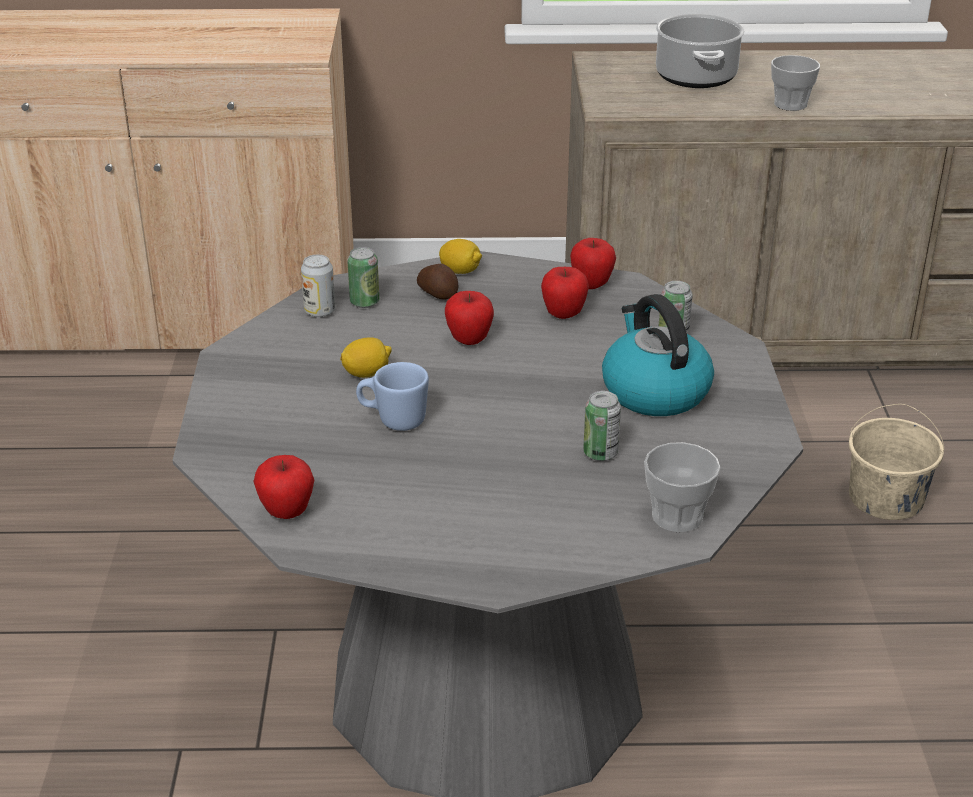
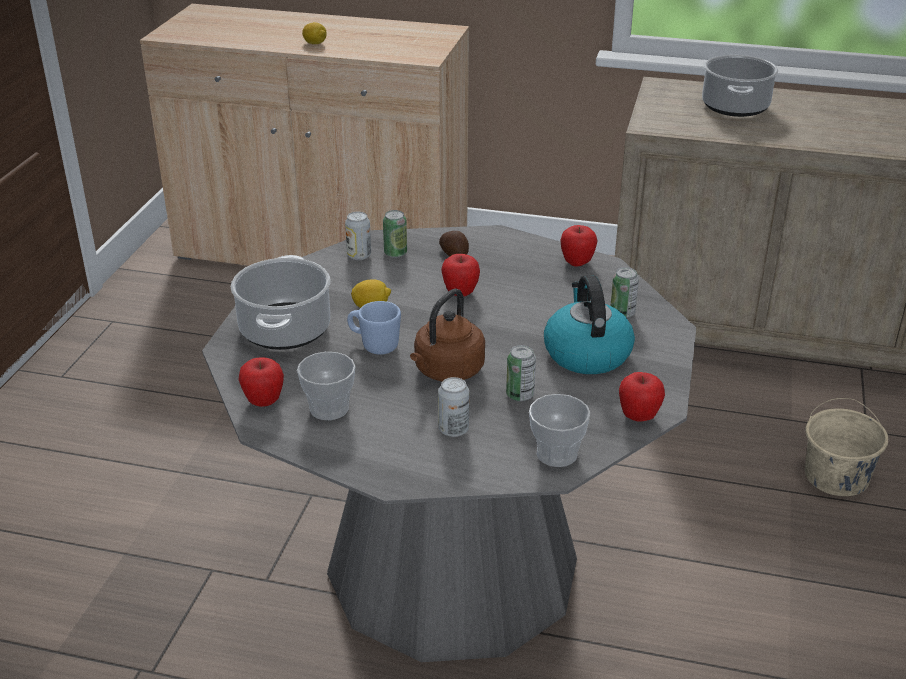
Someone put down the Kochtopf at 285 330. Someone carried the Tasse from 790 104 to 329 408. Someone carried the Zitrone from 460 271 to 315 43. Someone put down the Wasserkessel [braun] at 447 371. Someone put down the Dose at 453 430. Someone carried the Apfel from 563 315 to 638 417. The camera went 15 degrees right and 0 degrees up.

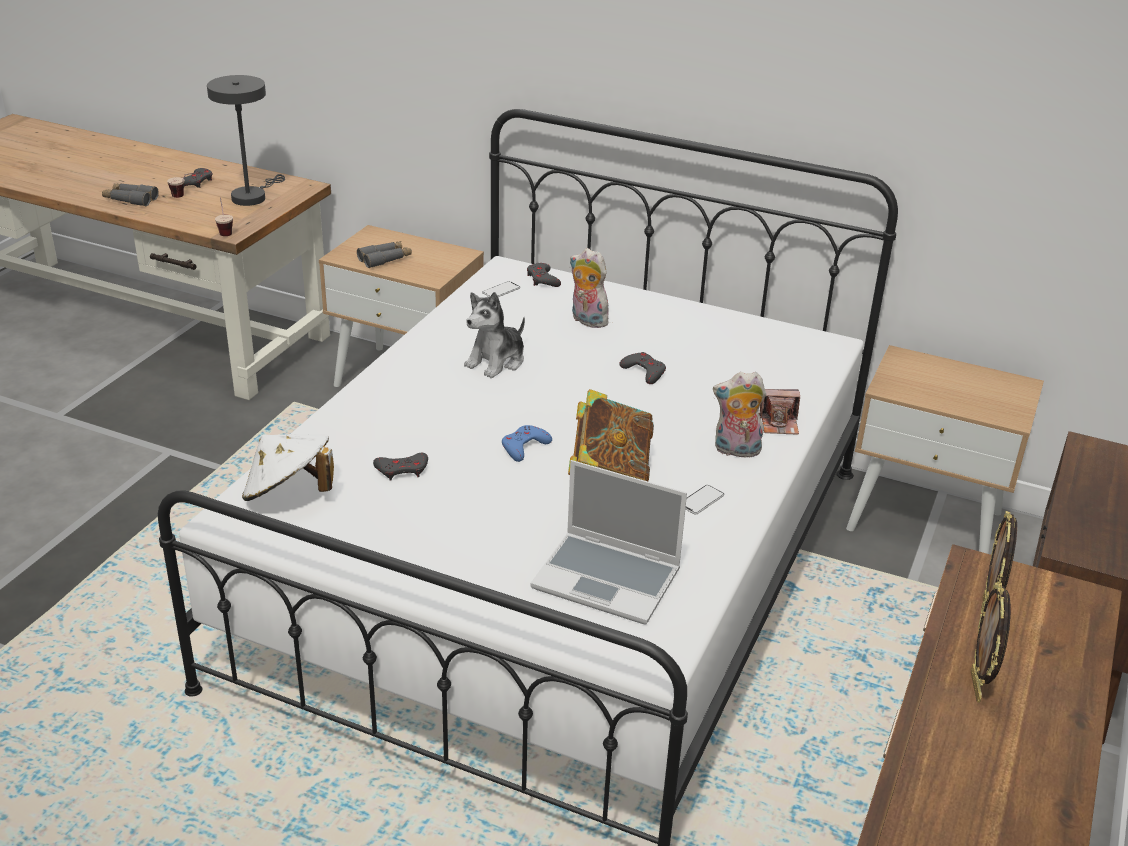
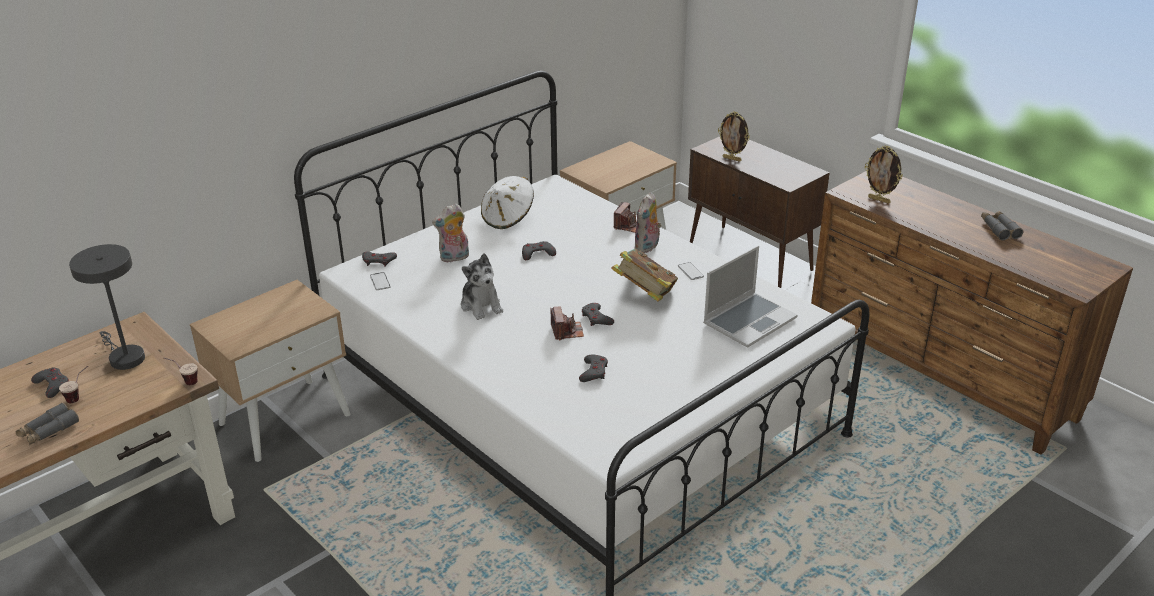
Someone carried the Hut [weiß] from 289 494 to 508 218. Someone put down the Kamera at 567 331. Someone repainted the Gamepad [blau] at 524 447, which became the Gamepad [grau] at 596 318. Someone carried the Bilderrahmen from 977 687 to 732 159. Someone carried the Fernglas [grau] from 385 259 to 999 229. The camera went 65 degrees left and 0 degrees up.

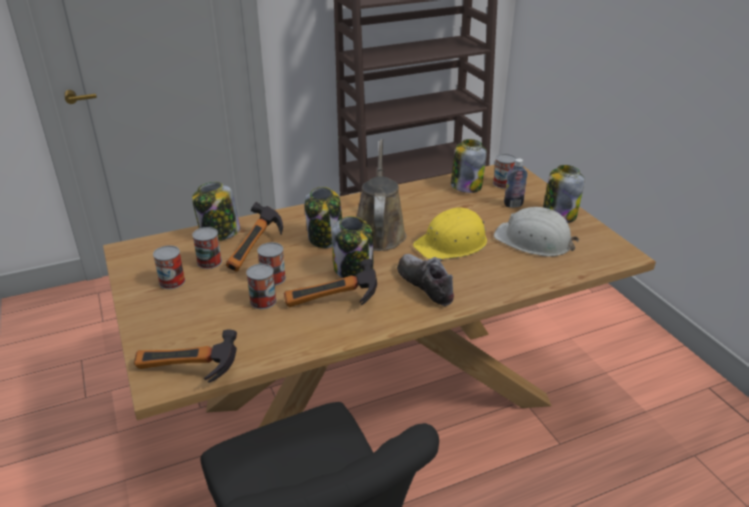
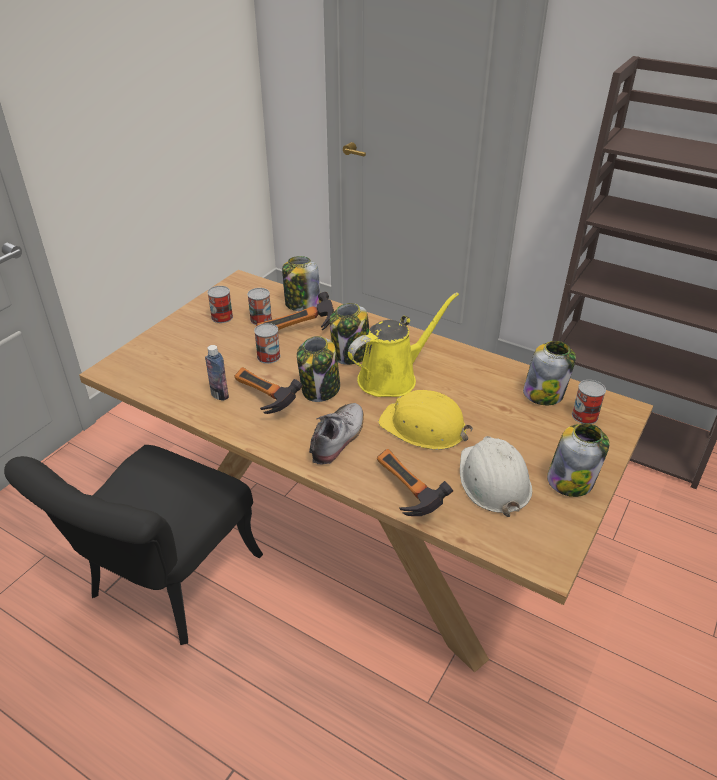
Someone carried the Flasche from 513 204 to 219 395. Someone repainted the Gießkanne [braun] at 379 232, which became the Gießkanne [gelb] at 392 377. Someone carried the Hammer from 185 374 to 402 494. Someone took away the Dose at 263 301. The camera went 55 degrees right and 5 degrees up.

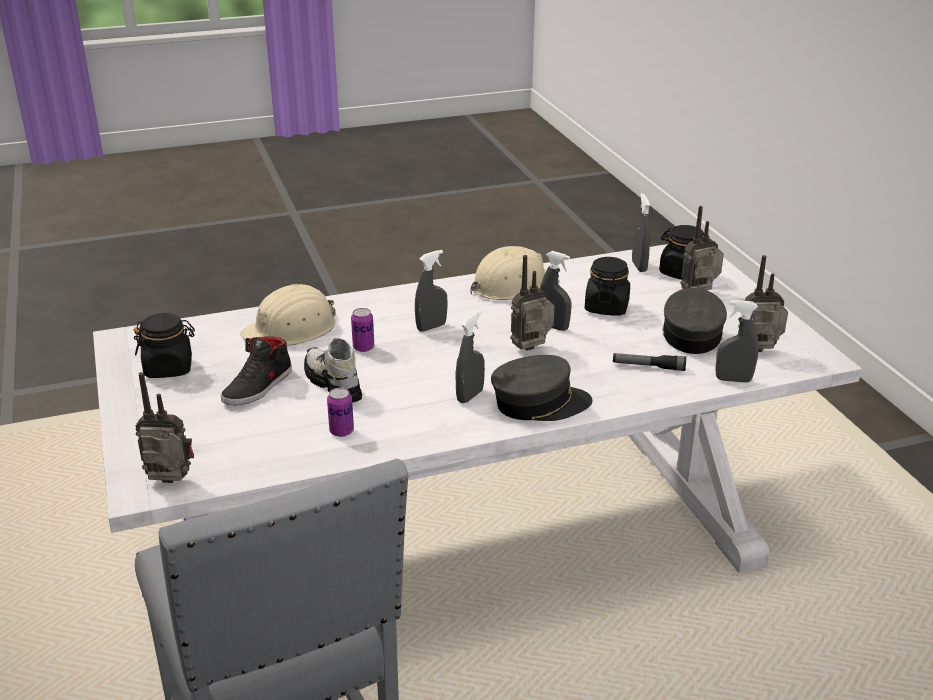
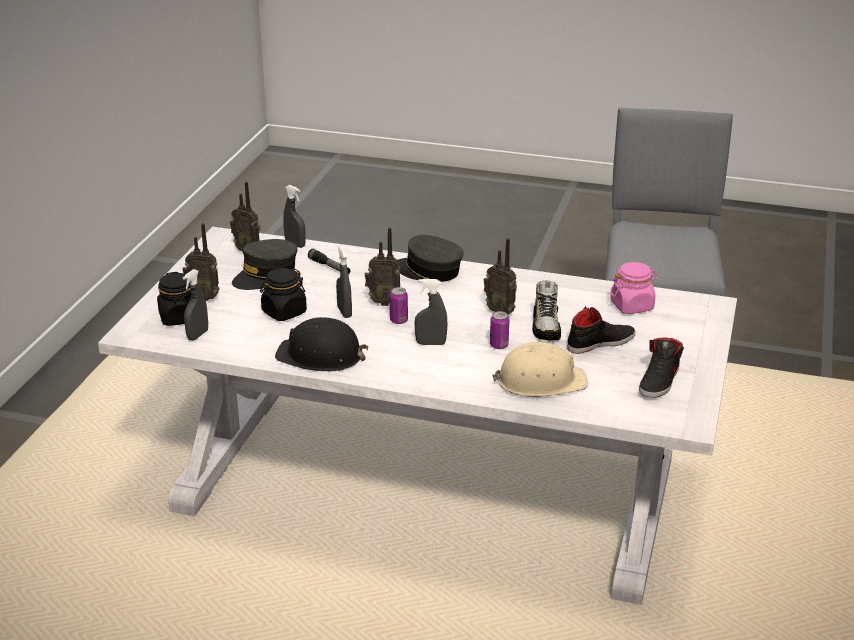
Someone repainted the Schutzhelm [beige] at 513 285, which became the Schutzhelm [schwarz] at 321 355. Someone carried the Dose from 341 431 to 398 320. Someone carried the Radio from 170 484 to 500 312. Someone put down the Vorratsglas [rosa] at 632 306. Someone swapped the Vorratsglas [schwarz] at 169 368 for the Schuh [schwarz] at 660 381. Someone took away the Sprühflasche [grau] at 470 396. The camera went 145 degrees left and 0 degrees up.

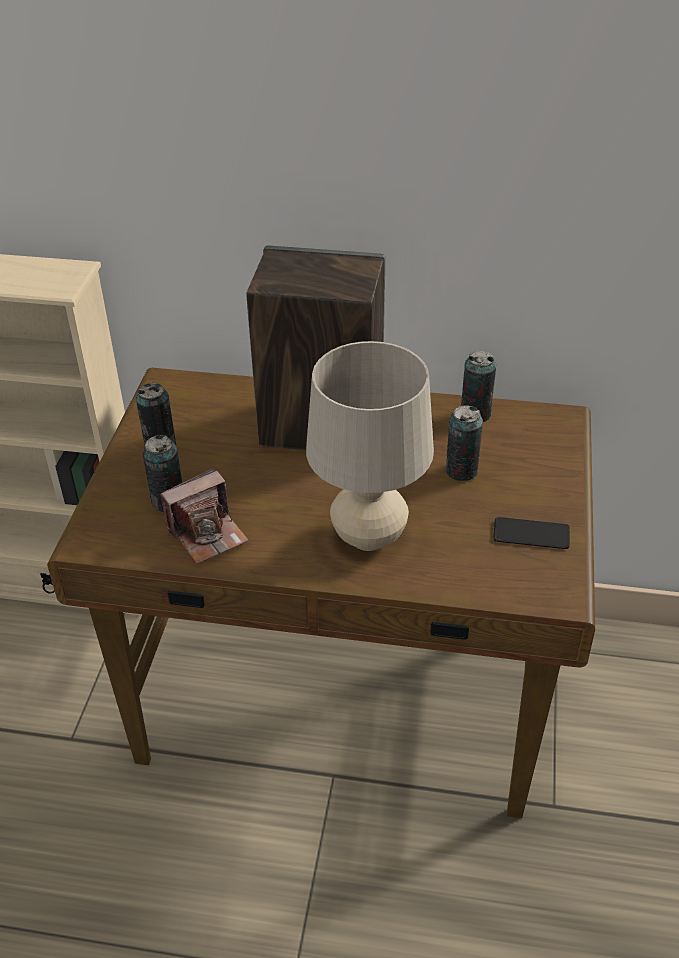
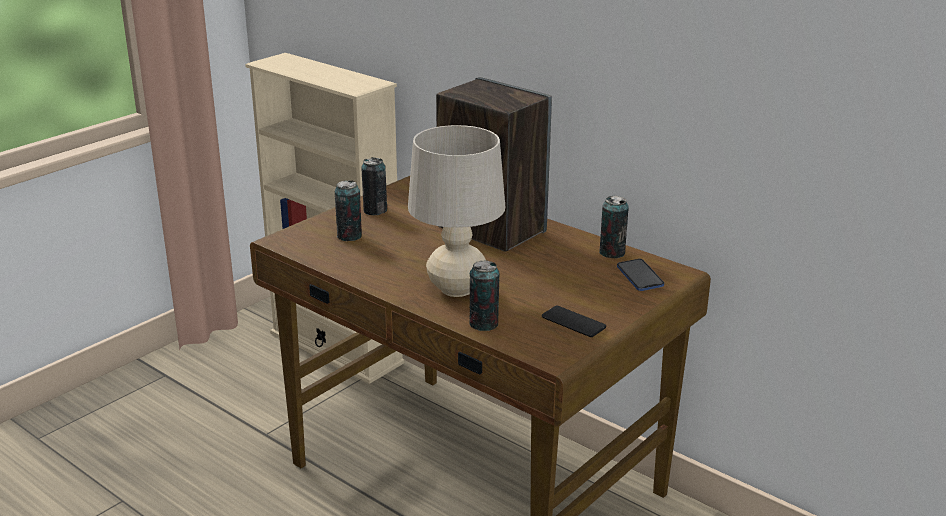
Someone carried the Dose from 461 471 to 483 324. Someone put down the Handy at 639 276. Someone took away the Kamera at 207 534. The camera went 30 degrees right and 15 degrees down.

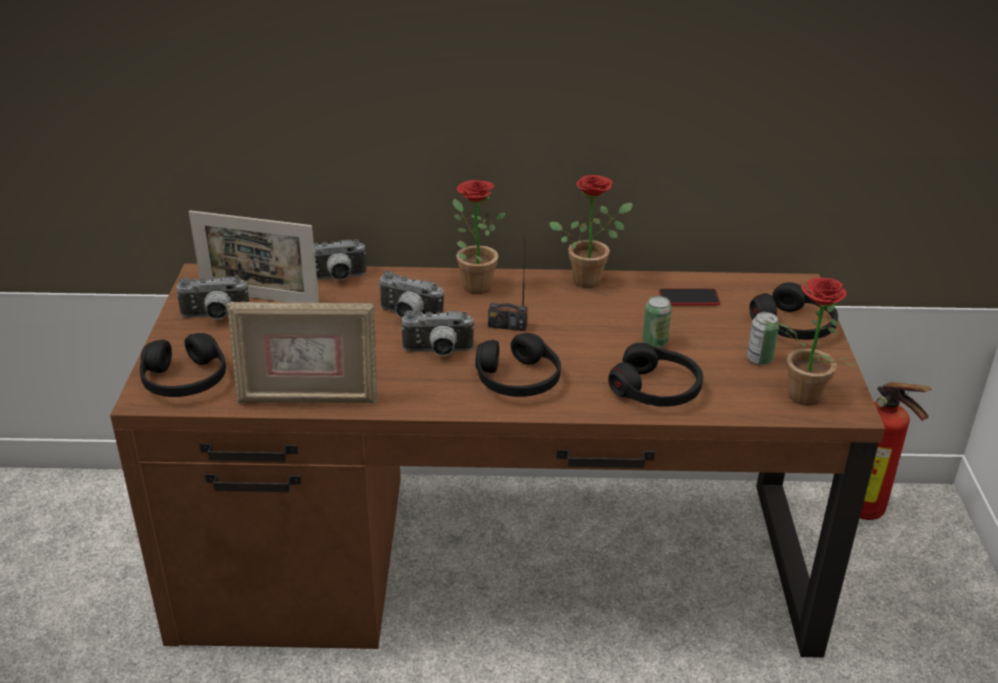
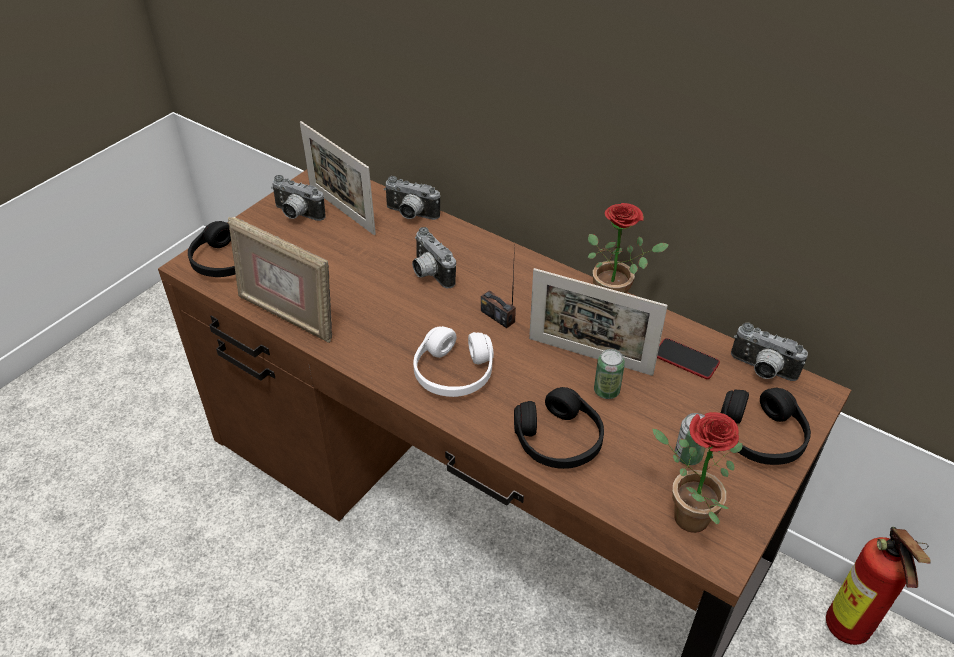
Someone repainted the Kopfhörer [schwarz] at 518 379, which became the Kopfhörer [weiß] at 453 373. Someone put down the Bilderrahmen at 590 356. Someone carried the Kamera from 438 352 to 761 370. Someone took away the Topfpflanze at 472 284. The camera went 35 degrees right and 10 degrees up.

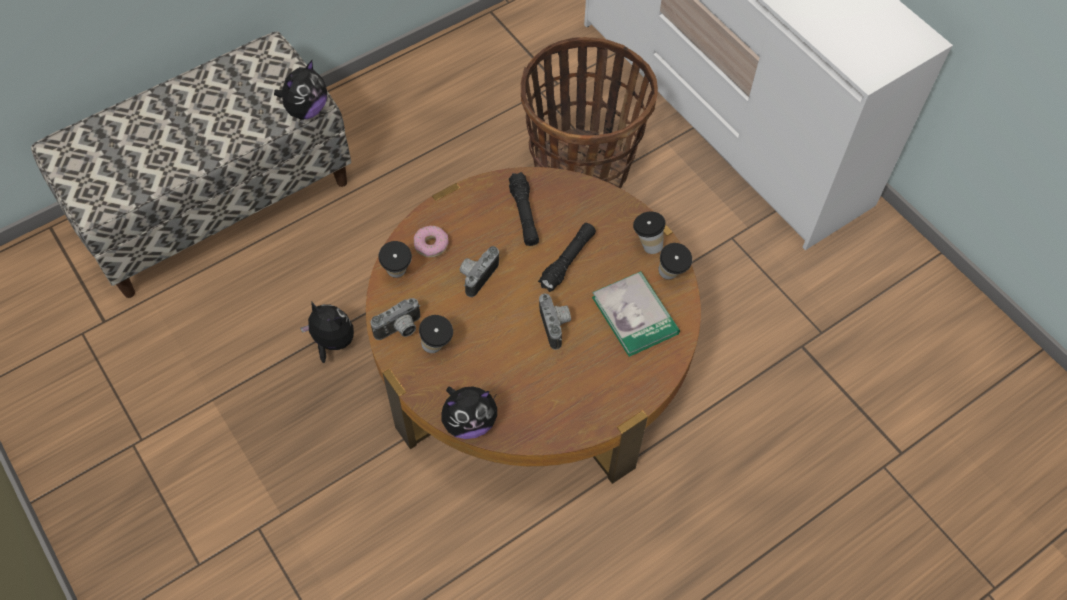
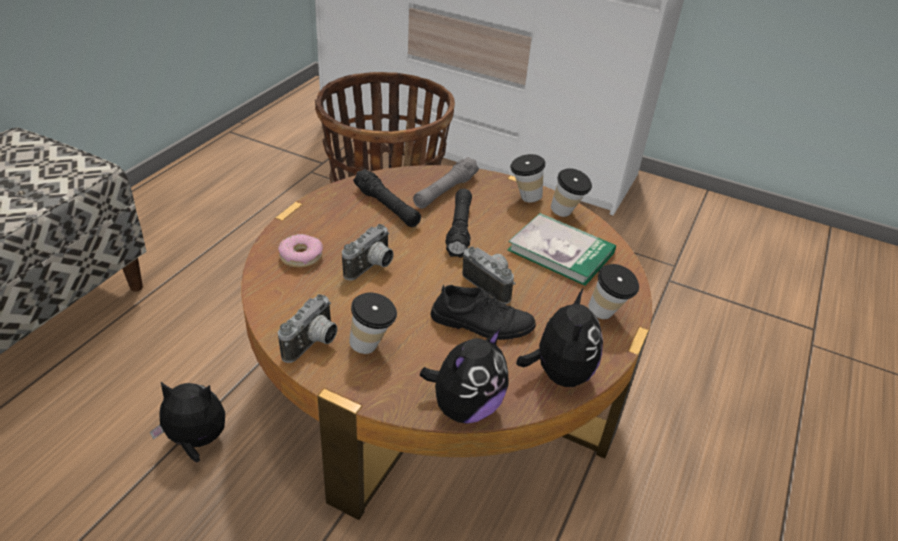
Someone rotated the Kamera at 477 275 by 150 degrees counterclockwise. Someone put down the Taschenlampe [grau] at 445 191. Someone put down the Schuh [schwarz] at 482 323. Someone carried the Plüschtier from 306 110 to 559 374. Someone carried the Tasse from 398 275 to 607 316. The camera went 30 degrees left and 20 degrees down.

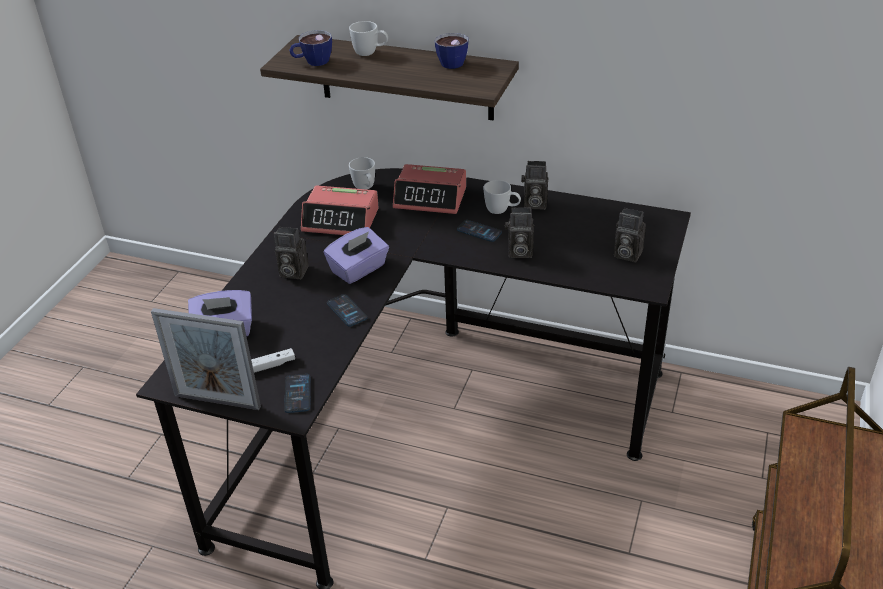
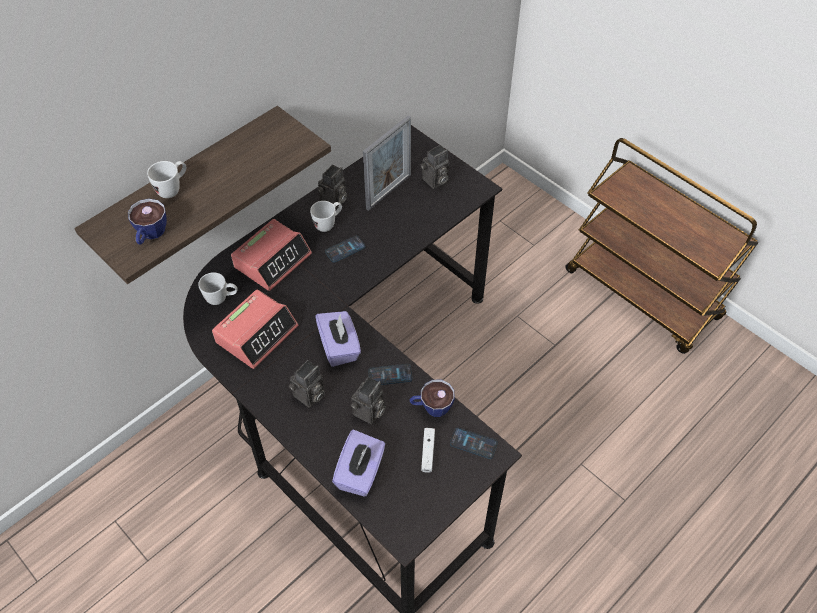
Someone carried the Kamera from 518 252 to 369 413. Someone carried the Bilderrahmen from 217 401 to 388 192. Someone carried the Tasse from 449 62 to 431 407. The camera went 65 degrees left and 15 degrees up.

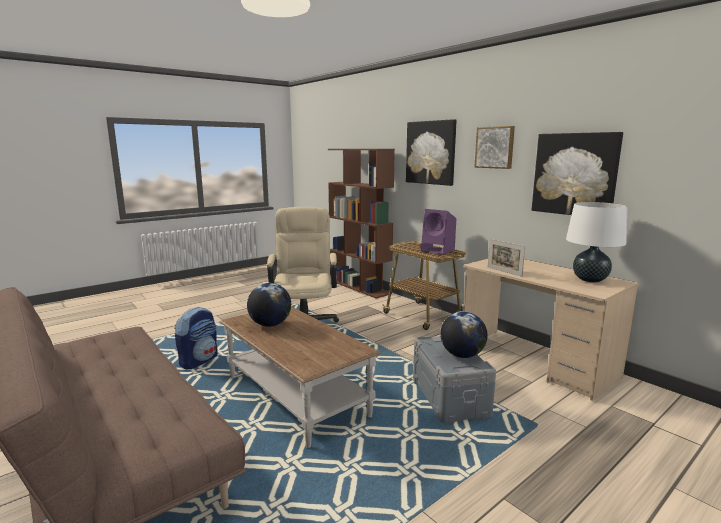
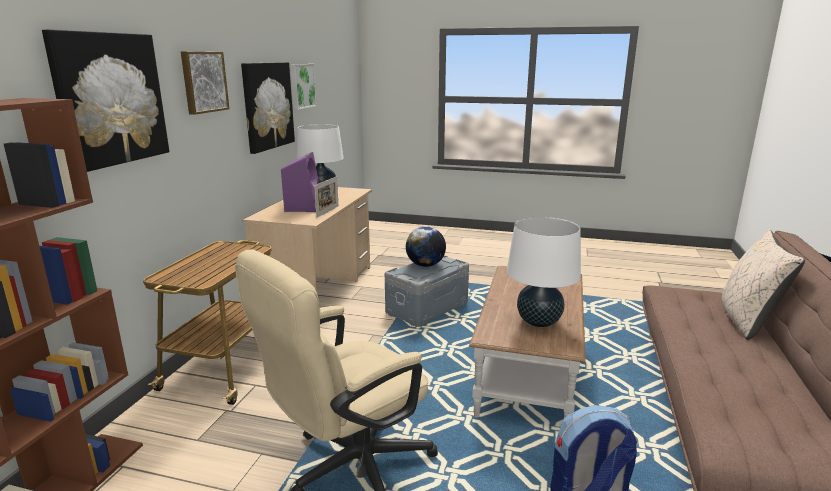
Someone carried the Lautsprecher [lila] from 438 250 to 303 207. Someone put up the Bild at 301 86. Someone swapped the Globus at 270 324 for the Tischlampe [weiß] at 539 322. Someone put down the Kissen [beige] at 747 320. The camera went 125 degrees left and 5 degrees up.

